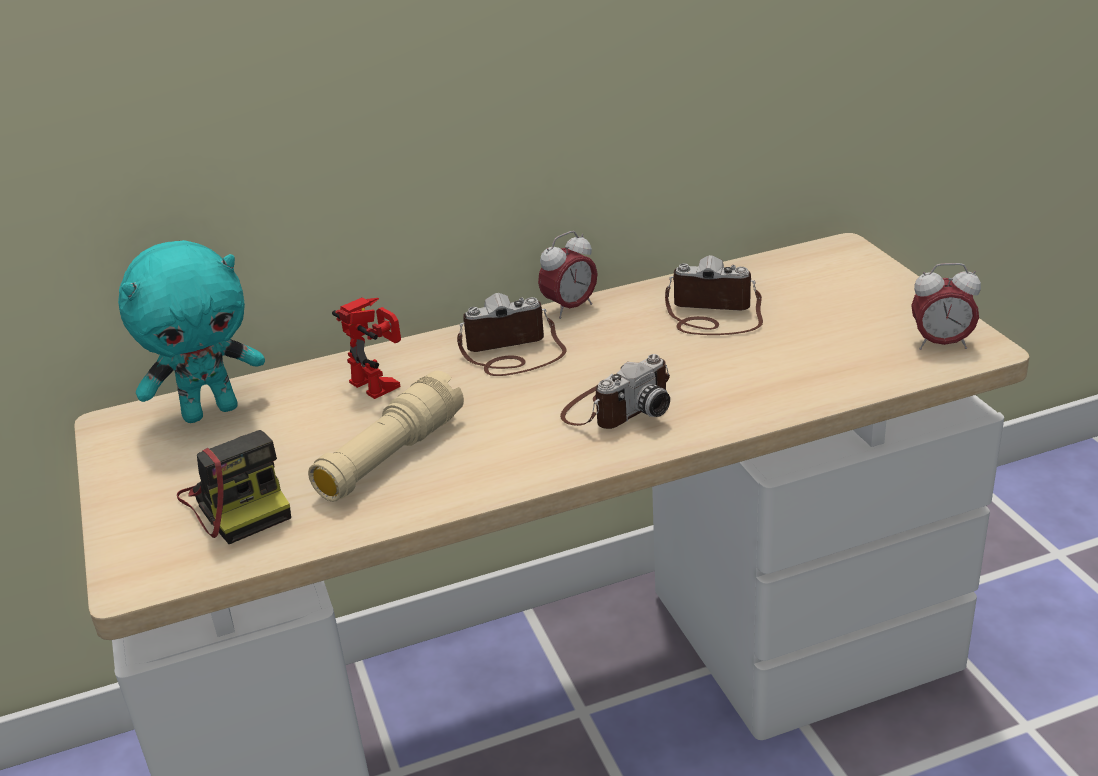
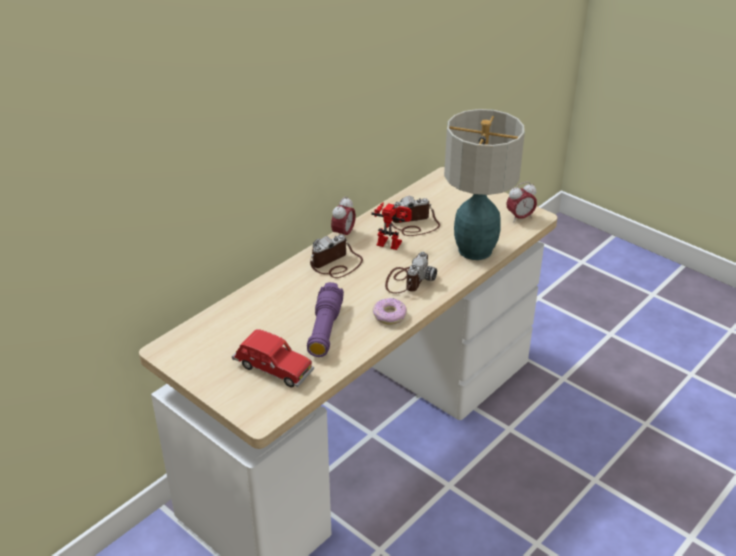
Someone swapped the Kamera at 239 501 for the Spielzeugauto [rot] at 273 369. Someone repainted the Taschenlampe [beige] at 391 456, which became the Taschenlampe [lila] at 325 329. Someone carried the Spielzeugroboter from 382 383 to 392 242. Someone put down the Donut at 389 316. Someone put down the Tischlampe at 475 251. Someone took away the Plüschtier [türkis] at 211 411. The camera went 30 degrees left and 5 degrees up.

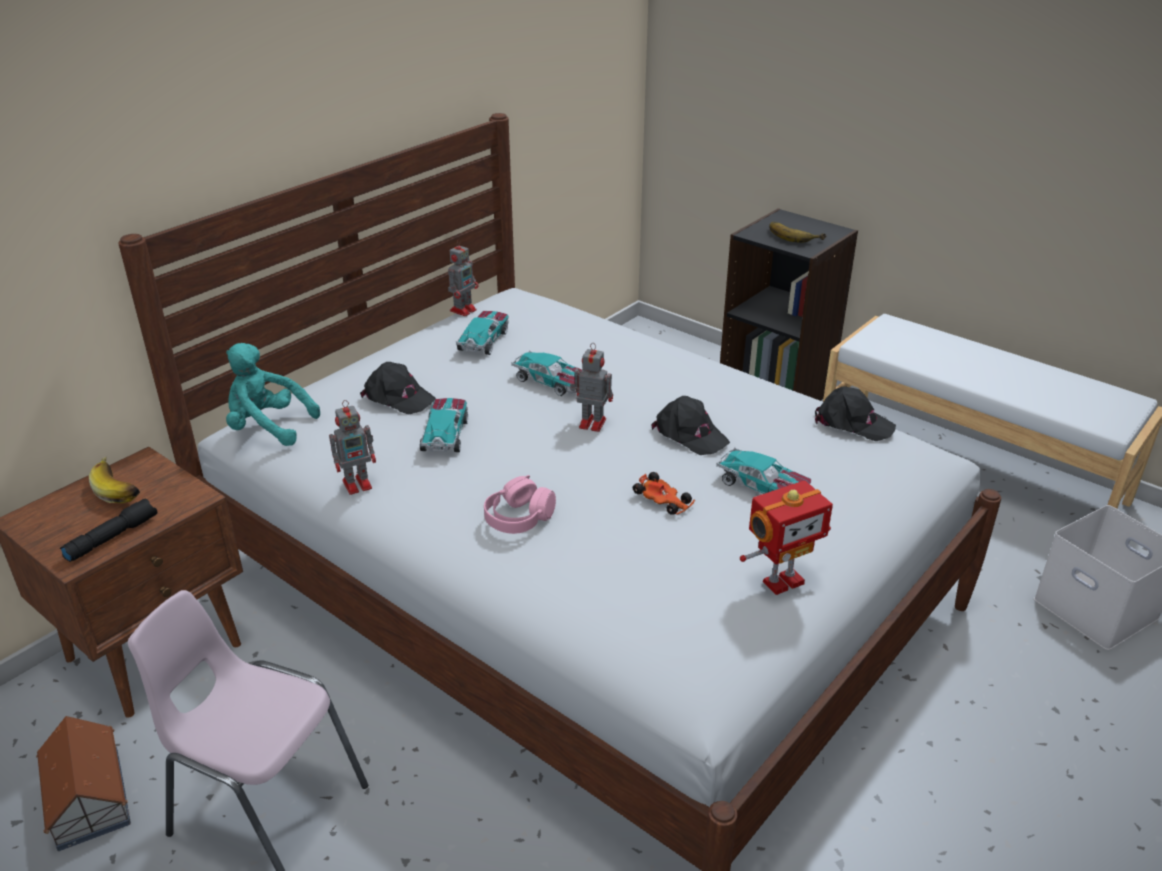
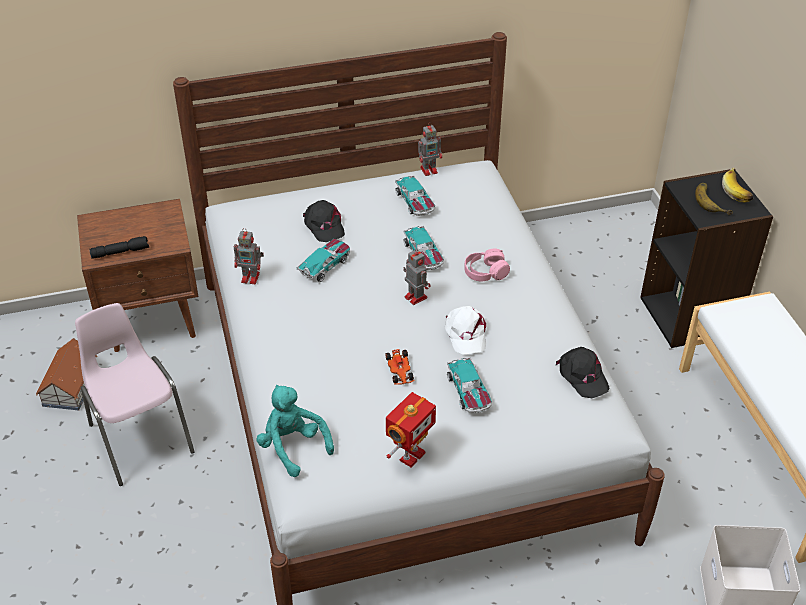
Someone carried the Plüschtier [türkis] from 268 427 to 293 446. Someone rotated the Spielzeugroboter at 781 581 by 60 degrees counterclockwise. Someone rotated the Spielzeugauto at 484 340 by 105 degrees clockwise. Someone repainted the Kappe [schwarz] at 690 434, which became the Kappe [weiß] at 465 333. Someone carried the Kopfhörer [rosa] from 519 518 to 485 272. Someone carried the Banane from 121 489 to 738 191. The camera went 35 degrees right and 10 degrees up.

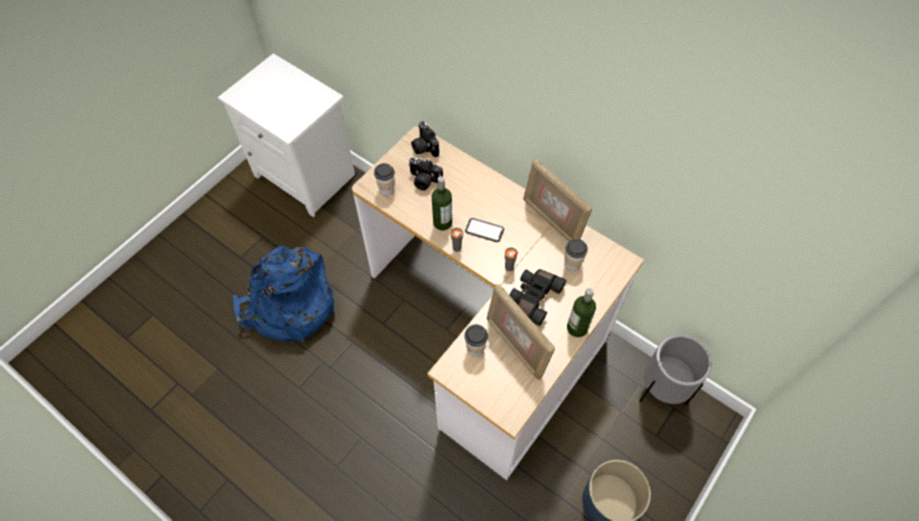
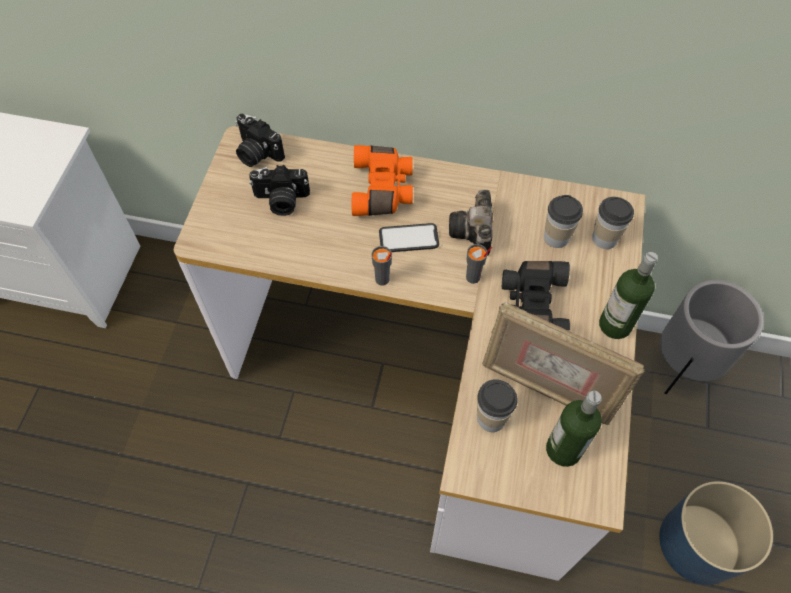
Someone put down the Fernglas [orange] at 383 189. Someone put down the Kamera at 473 233. Someone carried the Flasche from 442 222 to 563 449. Someone carried the Tasse from 386 189 to 604 239. Someone took away the Rucksack [blau] at 289 306. Someone took away the Bilderrahmen at 552 220. The camera went 25 degrees left and 0 degrees up.

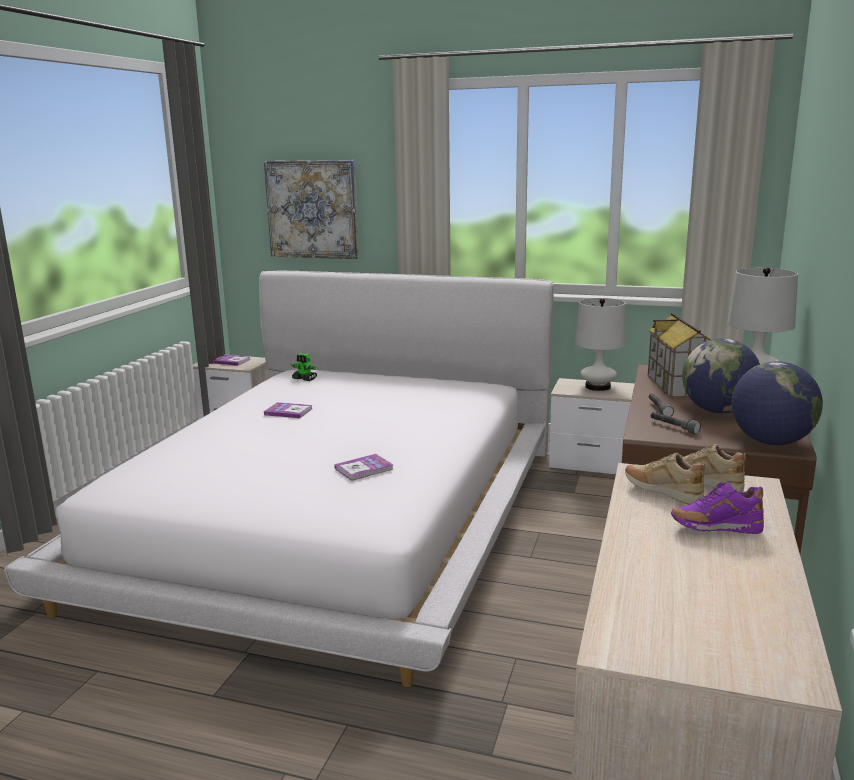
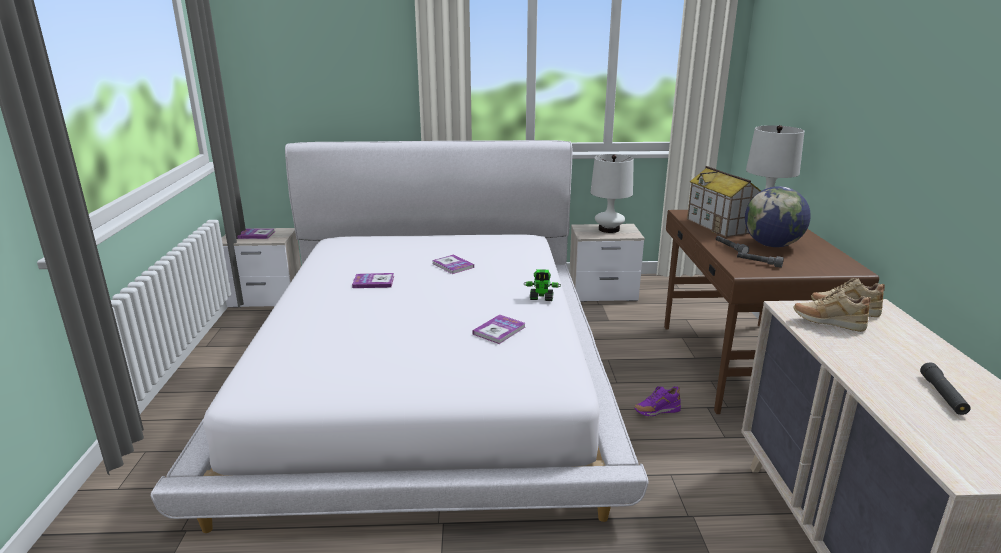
Someone put down the Buch at 453 265. Someone carried the Spielzeugroboter from 304 379 to 541 298. Someone carried the Schuh [lila] from 715 529 to 656 412. Someone put down the Taschenlampe [schwarz] at 942 395. Someone took away the Bild at 312 209. Someone took away the Globus at 771 442. The camera went 20 degrees left and 5 degrees up.

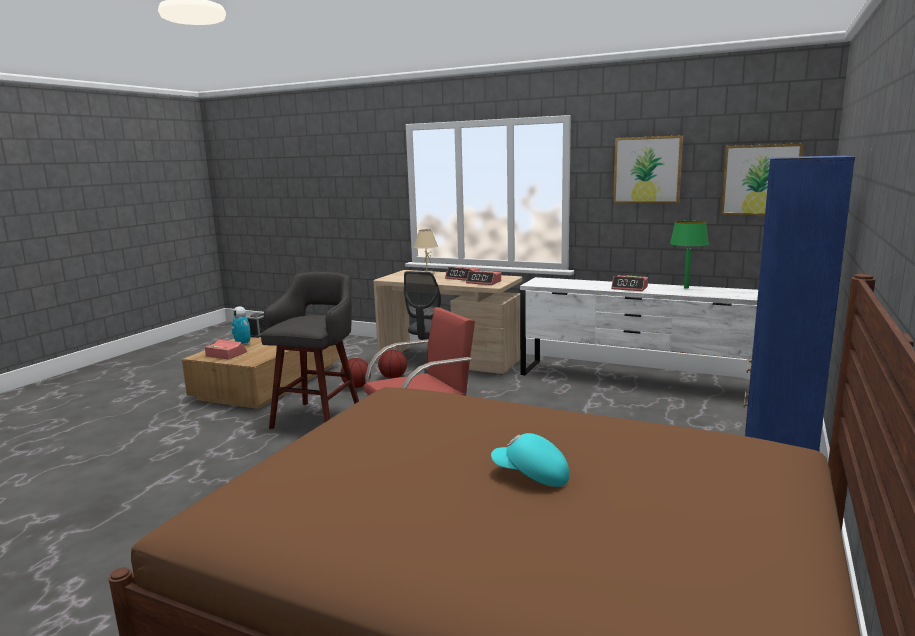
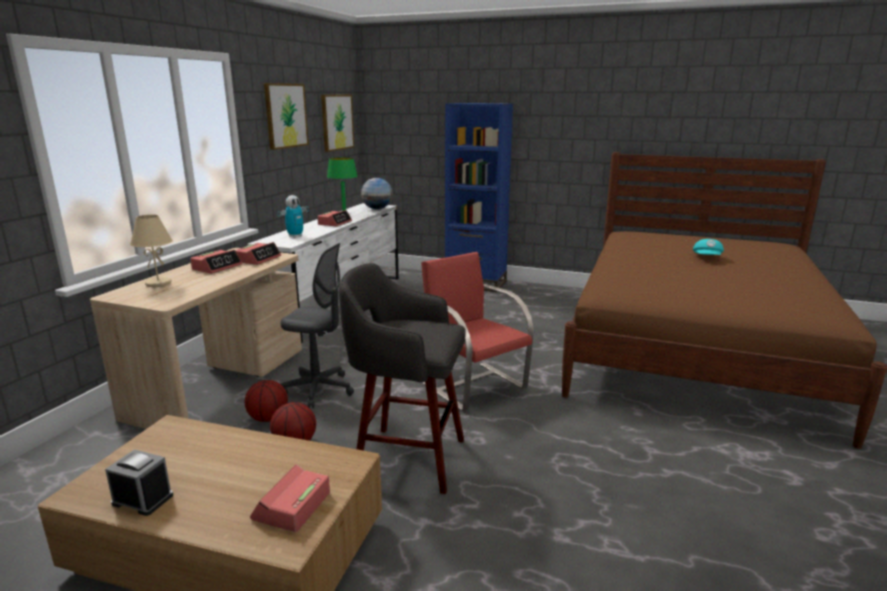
Someone carried the Spielzeugroboter from 243 344 to 295 236. Someone put down the Globus at 377 209. The camera went 95 degrees left and 5 degrees up.

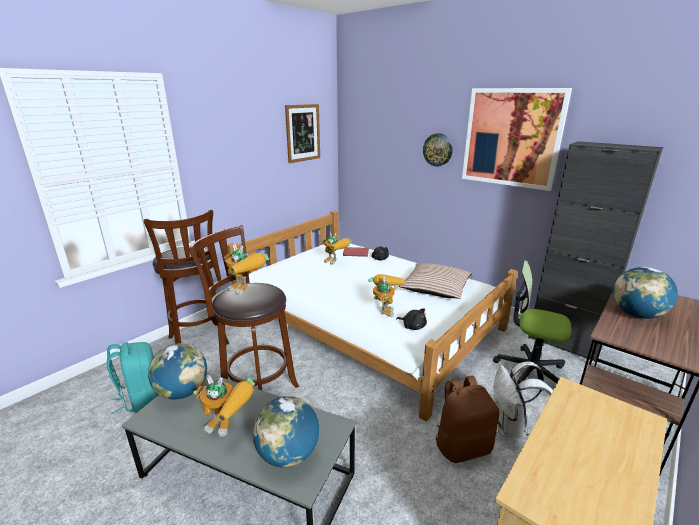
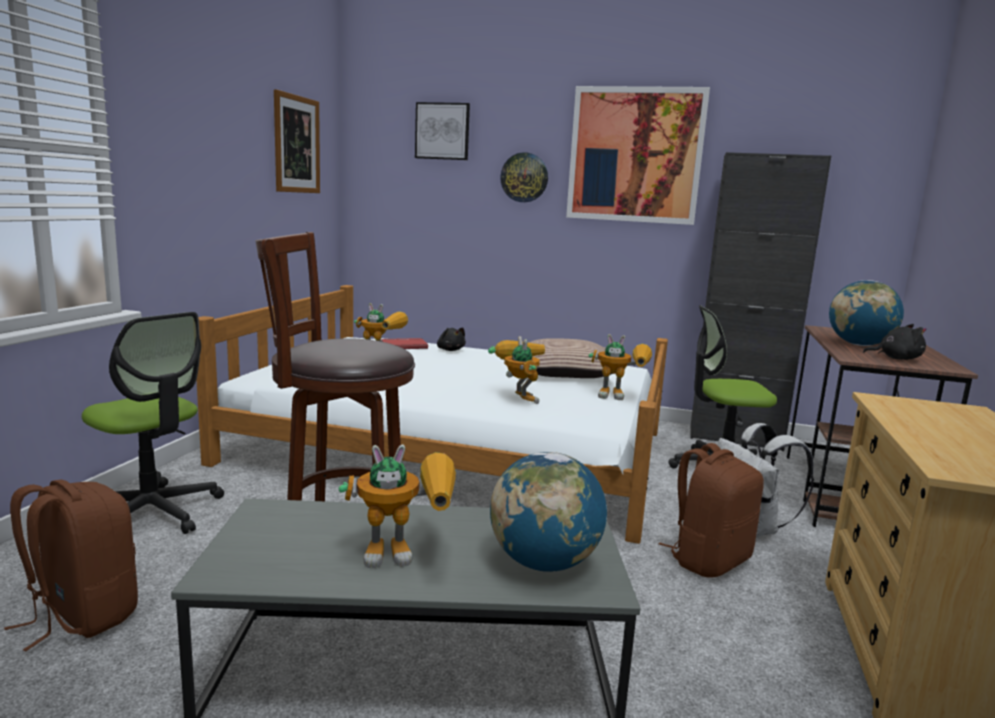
Someone repainted the Rucksack [türkis] at 141 398, which became the Rucksack [braun] at 81 615. Someone swapped the Hocker [braun] at 199 342 for the Bürostuhl at 153 513. Someone put up the Bild at 442 131. Someone carried the Spielzeugroboter from 247 291 to 621 396. Someone carried the Plüschtier [schwarz] from 413 326 to 896 358. Someone took away the Globus at 183 392. The camera went 25 degrees left and 10 degrees down.

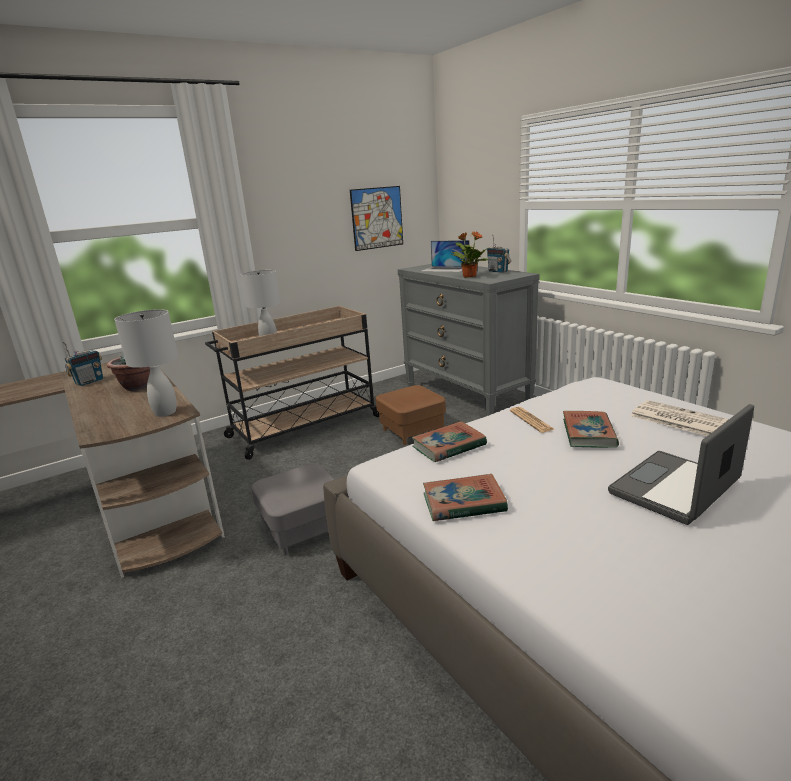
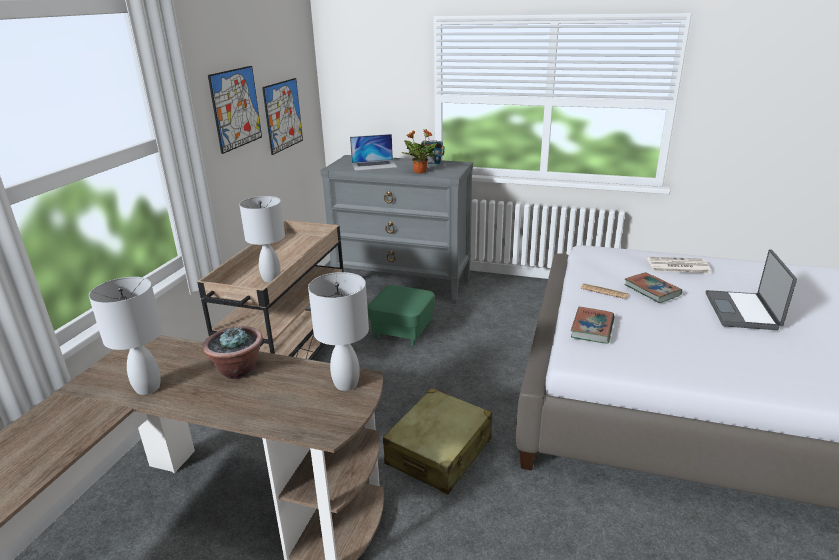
Someone swapped the Radio at 89 382 for the Tischlampe [weiß] at 147 387. Someone put up the Bild at 236 108. Someone repainted the Polsterhocker [braun] at 412 431, which became the Polsterhocker [grün] at 402 331. Someone swapped the Polsterhocker [grau] at 302 530 for the Koffer [beige] at 439 452. Someone took away the Buch at 463 503. The camera went 40 degrees left and 5 degrees up.

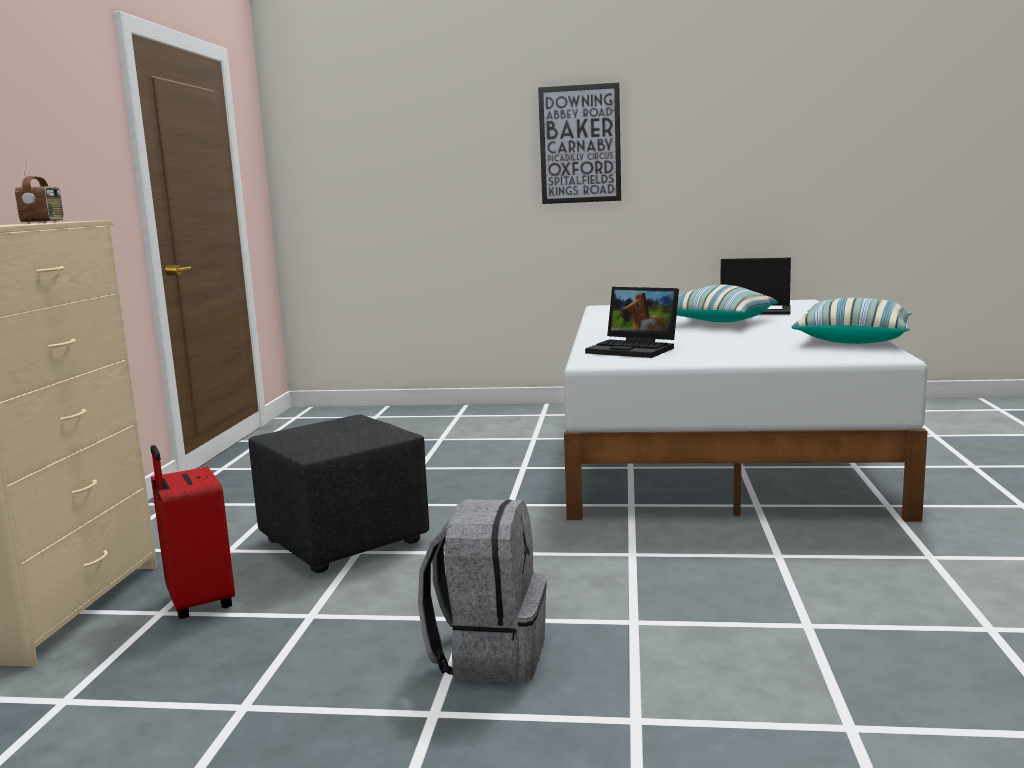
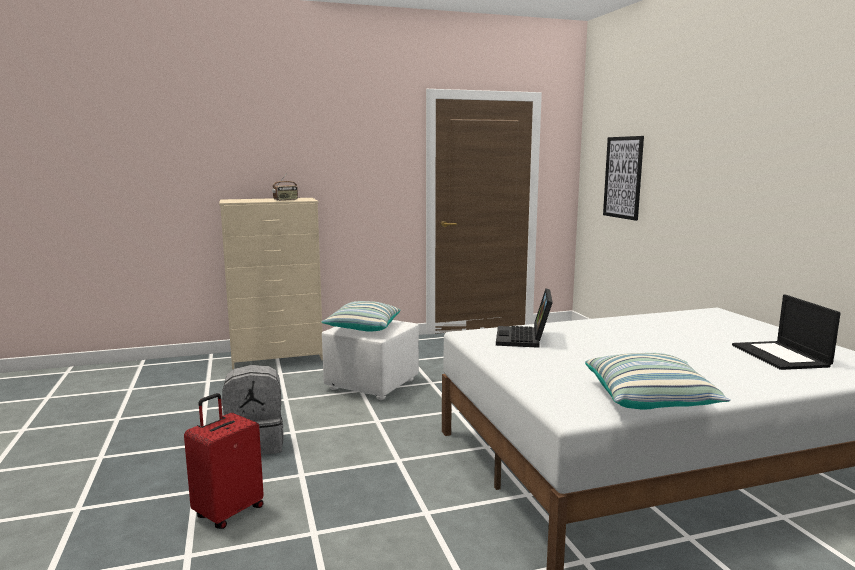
Someone carried the Koffer [rot] from 198 603 to 228 512. Someone carried the Kissen from 718 322 to 363 328. Someone repainted the Polsterhocker [schwarz] at 344 540, which became the Polsterhocker [weiß] at 373 384. Someone carried the Bild from 580 144 to 623 177. The camera went 65 degrees right and 0 degrees up.

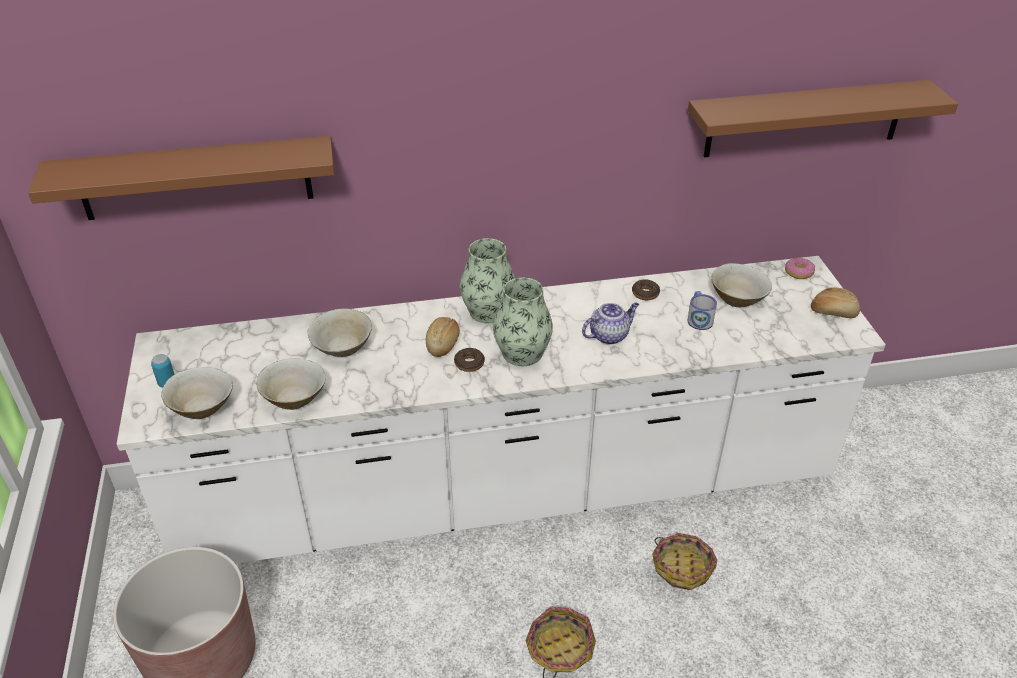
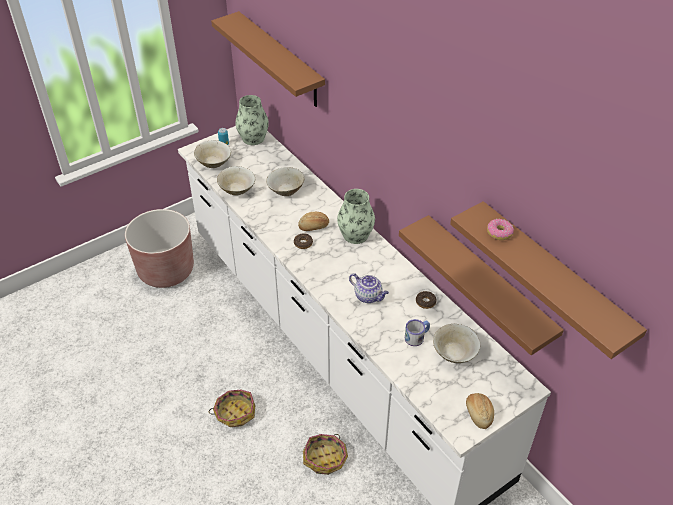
Someone carried the Vase from 522 353 to 253 138. Someone put up the Wandregal [braun] at 488 284. Someone carried the Donut from 798 272 to 499 233. The camera went 65 degrees right and 5 degrees up.

